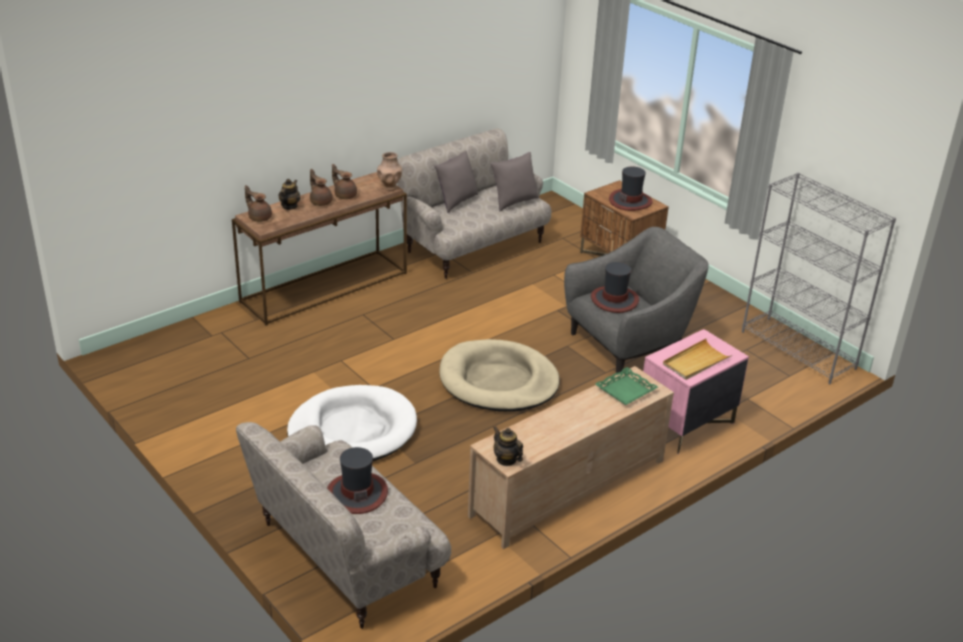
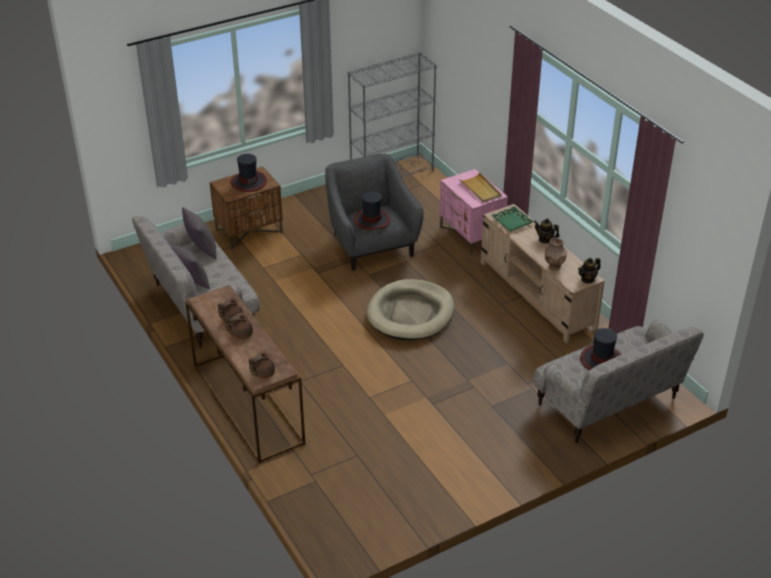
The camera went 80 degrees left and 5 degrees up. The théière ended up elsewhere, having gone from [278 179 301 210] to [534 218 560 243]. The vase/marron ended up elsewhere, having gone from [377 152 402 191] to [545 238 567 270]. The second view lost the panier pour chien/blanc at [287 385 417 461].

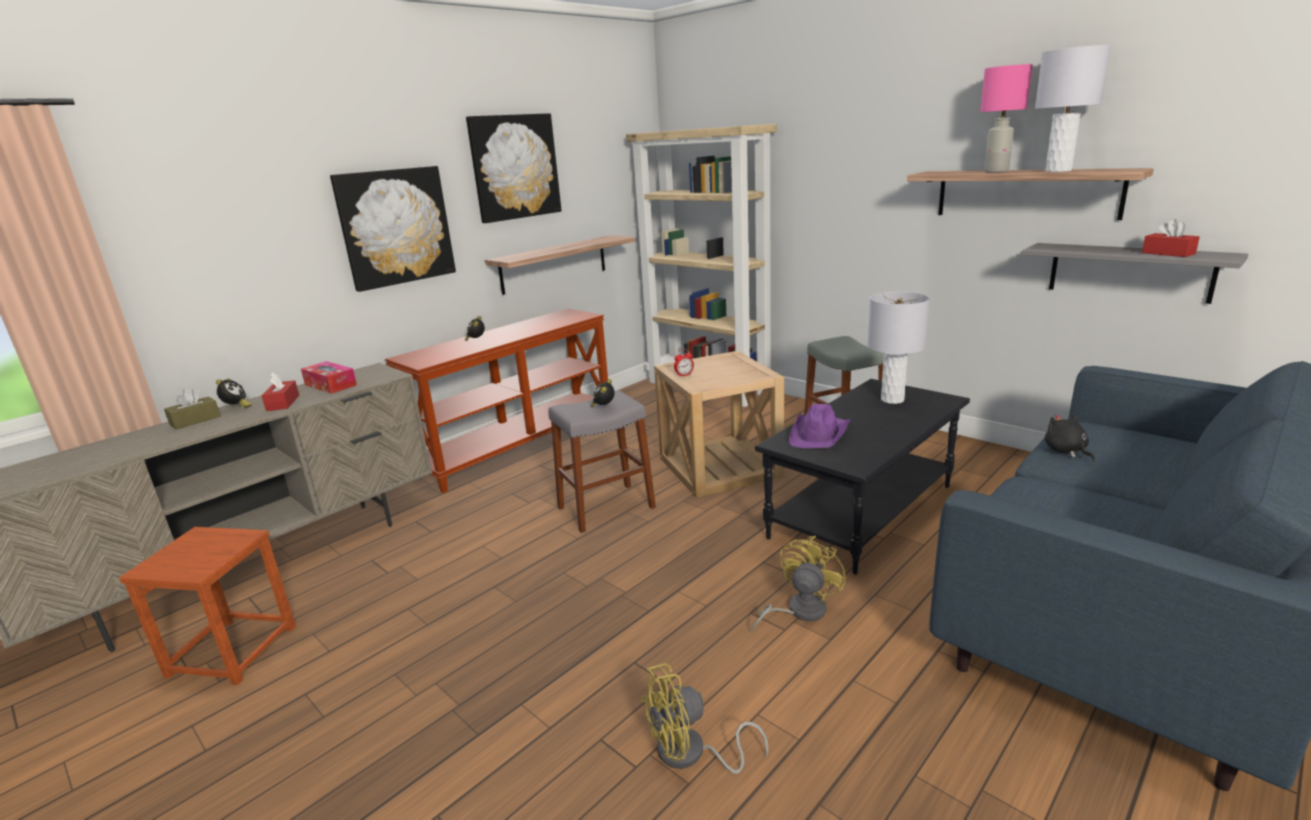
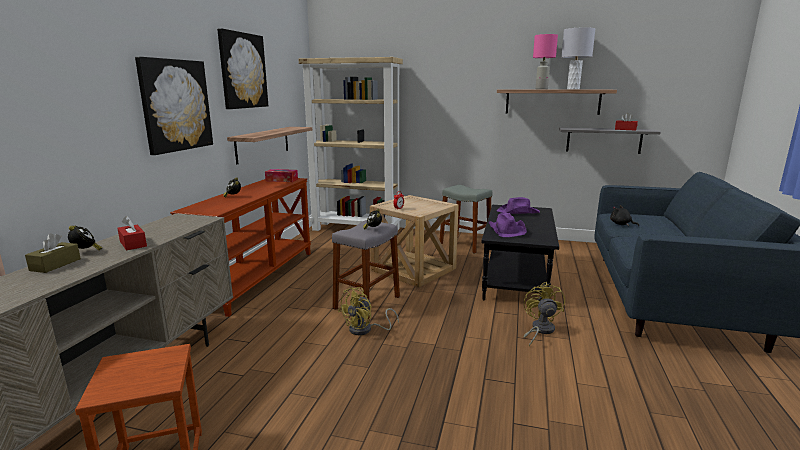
The camera went 30 degrees left and 5 degrees down. The boîte à mouchoirs ended up elsewhere, having gone from [301 361 357 394] to [265 169 298 182]. The ventilateur/jaune ended up elsewhere, having gone from [640 663 768 774] to [338 287 399 335]. Where the lampe de table/gris stood at [868 292 930 404], the chapeau/violet came to stand at [497 197 540 214].

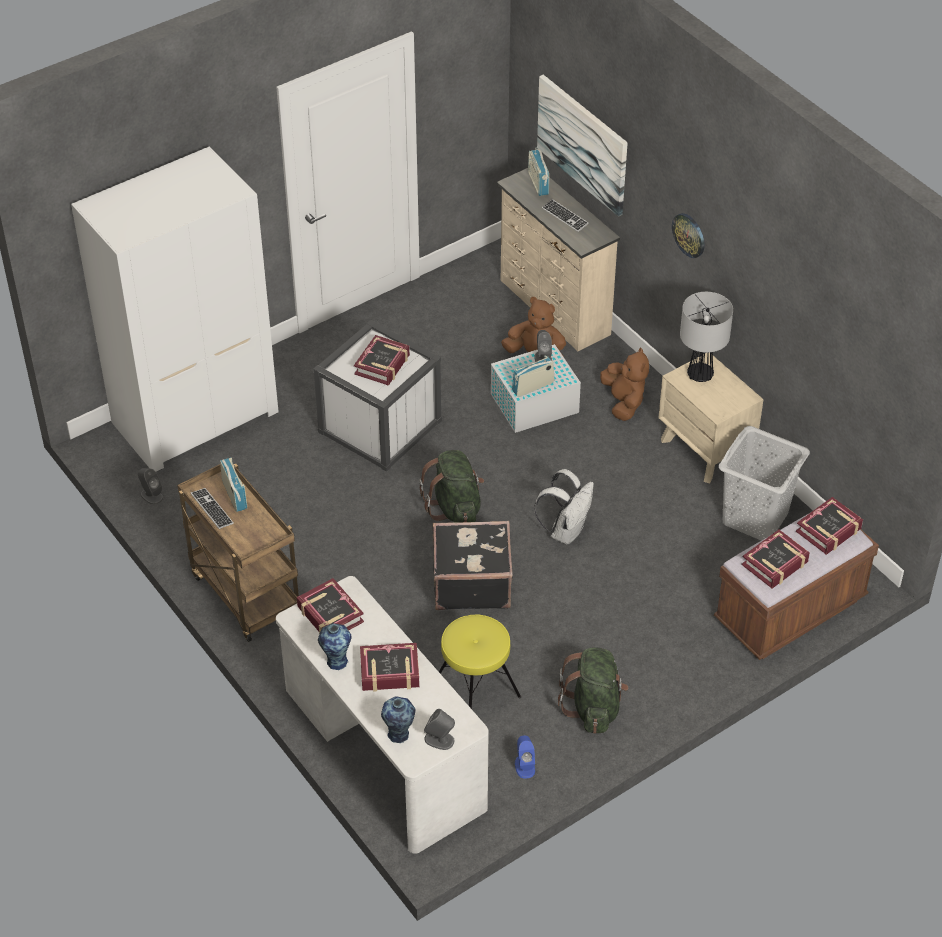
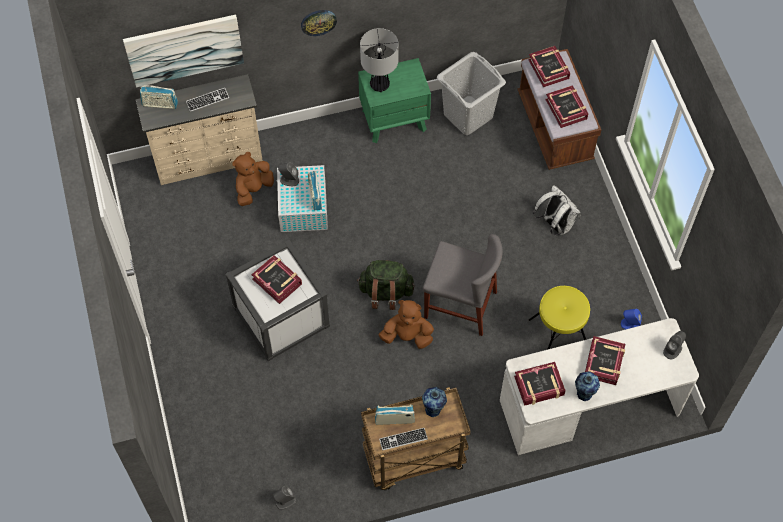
The camera went 70 degrees left and 15 degrees up. What was the table de chevet/beige at [658 352 764 483] turned into the table de chevet/vert at [358 58 431 143]. The peluche/marron ended up elsewhere, having gone from [600 347 649 421] to [378 300 434 349]. The vase ended up elsewhere, having gone from [381 696 416 743] to [422 387 447 417]. Where the valise/noir stood at [432 521 513 610], the chaise/gris came to stand at [423 234 503 336]. The sac à dos/blanc ended up elsewhere, having gone from [534 469 594 545] to [533 185 581 235]. The second view lost the armoire/blanc at [71 147 279 472]. The second view lost the sac à dos/vert at [558 647 628 734].

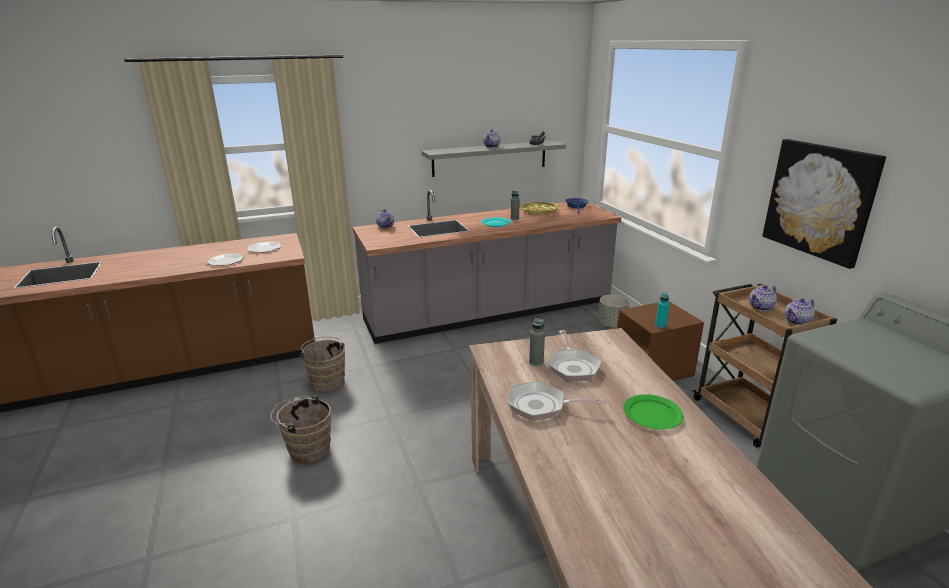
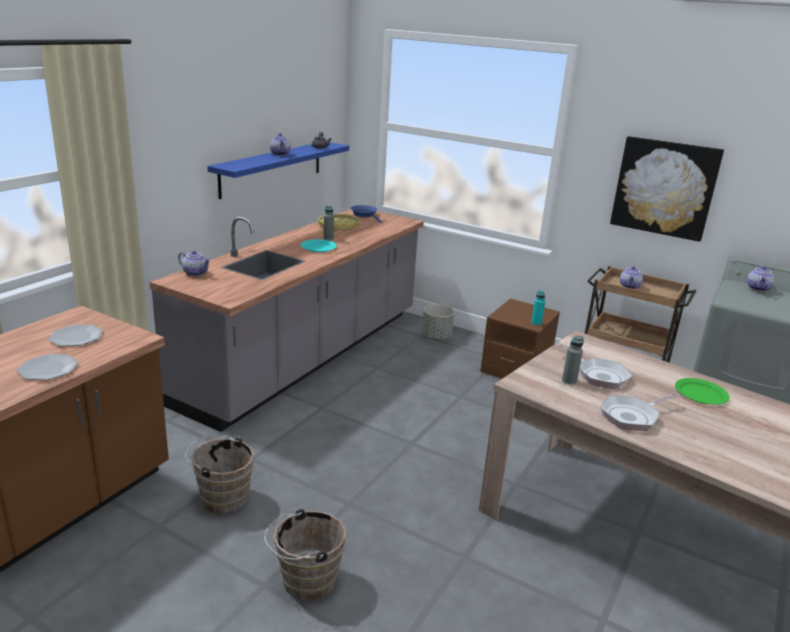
The camera went 40 degrees left and 0 degrees up. What was the étagère/gris at [421 141 566 177] turned into the étagère/bleu at [207 142 349 199]. The théière ended up elsewhere, having gone from [785 298 815 325] to [747 266 775 292].

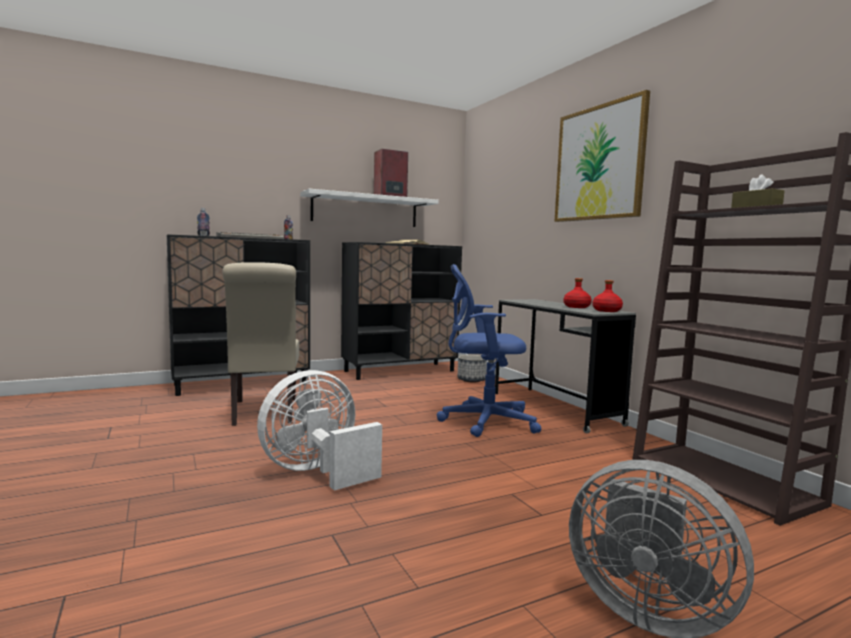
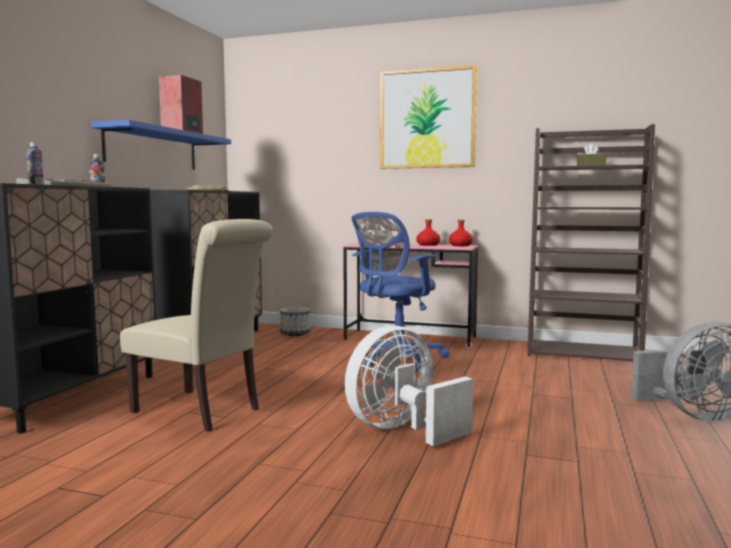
The camera went 45 degrees left and 0 degrees up. What was the étagère/blanc at [300 189 439 227] turned into the étagère/bleu at [91 120 231 170]. What was the bureau/gris at [495 299 636 433] turned into the bureau/rose at [343 243 478 349]. The ventilateur/blanc at [257 370 382 490] ended up facing another way, 45 degrees clockwise from before.

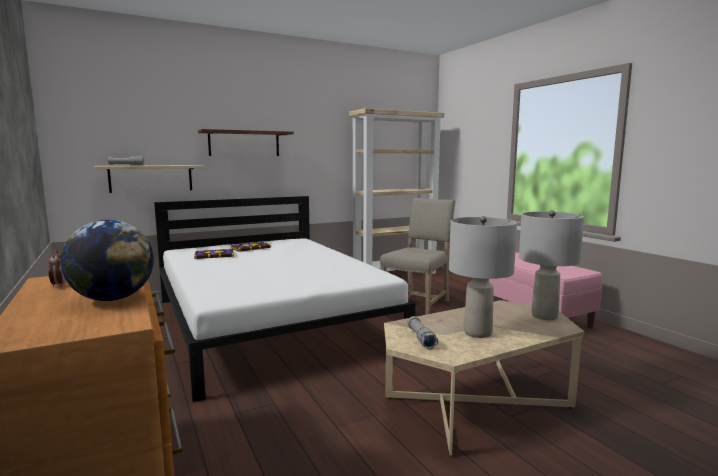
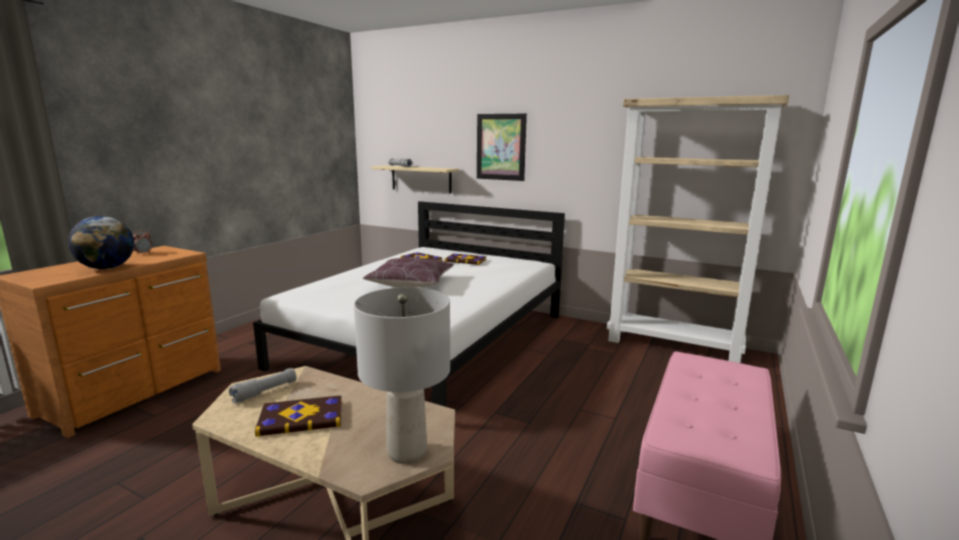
The camera went 55 degrees right and 5 degrees up. Where the lampe de table/gris stood at [449 216 517 338], the livre came to stand at [255 395 342 437]. The second view gained the coussin/marron at [363 258 454 288]. Where the étagère/marron hung at [198 129 294 156], the tableau came to hang at [477 114 527 181]. The second view lost the chaise/beige at [380 198 456 315].

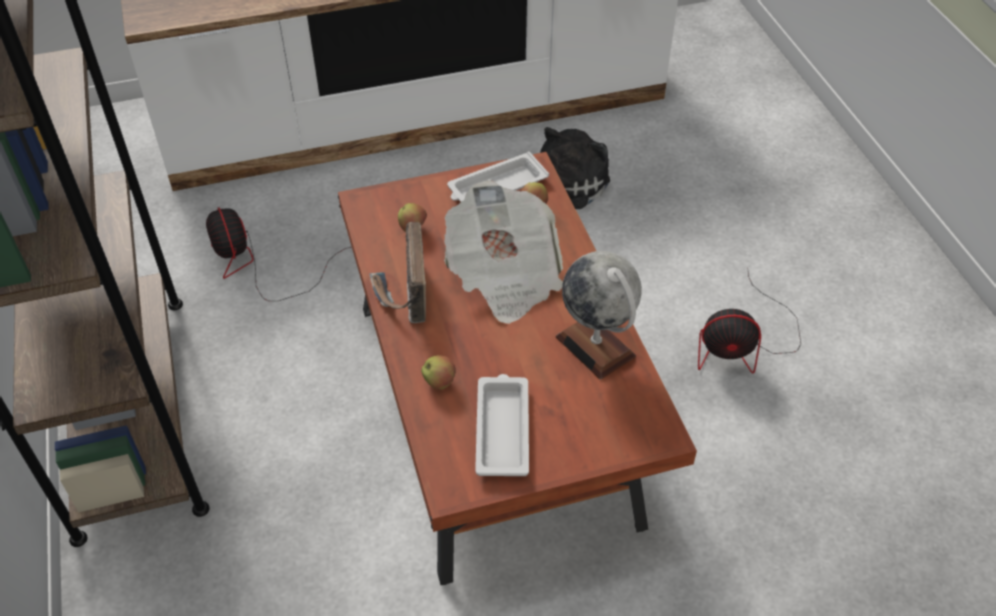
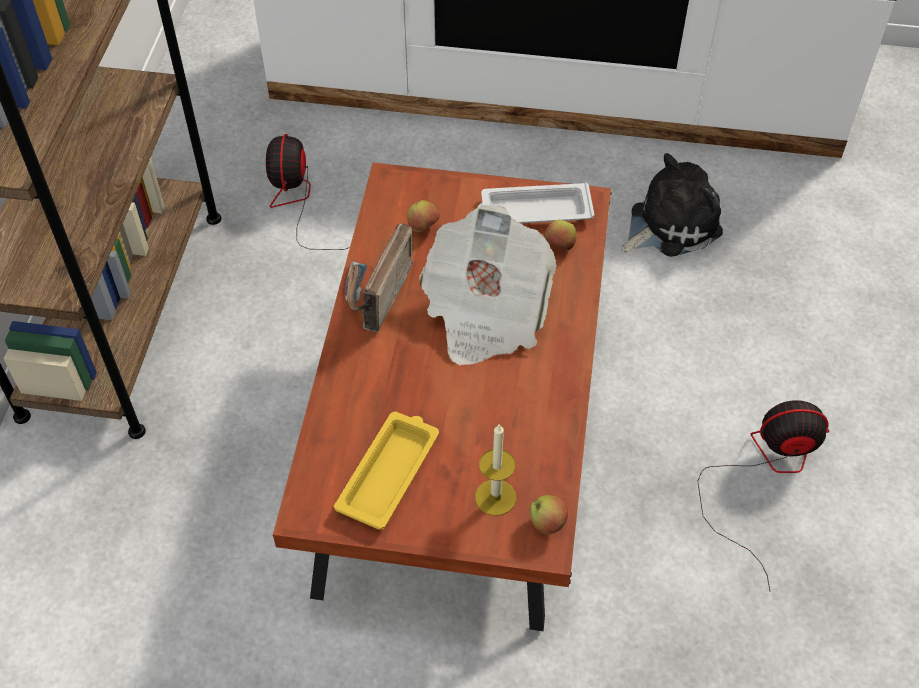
The camera went 25 degrees right and 5 degrees up. What was the plateau/blanc at [475 374 529 476] turned into the plateau/jaune at [334 412 439 530]. The second view gained the bougie at [475 425 516 516]. The pomme ended up elsewhere, having gone from [421 355 456 389] to [530 495 568 534]. The ventilateur at [698 268 801 373] ended up facing another way, 150 degrees clockwise from before. The second view lost the globe at [556 251 642 380].

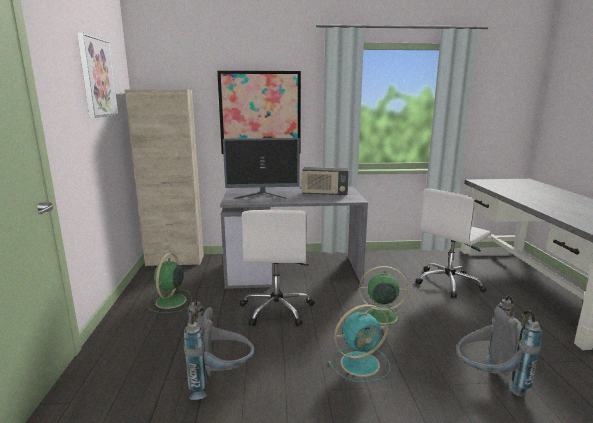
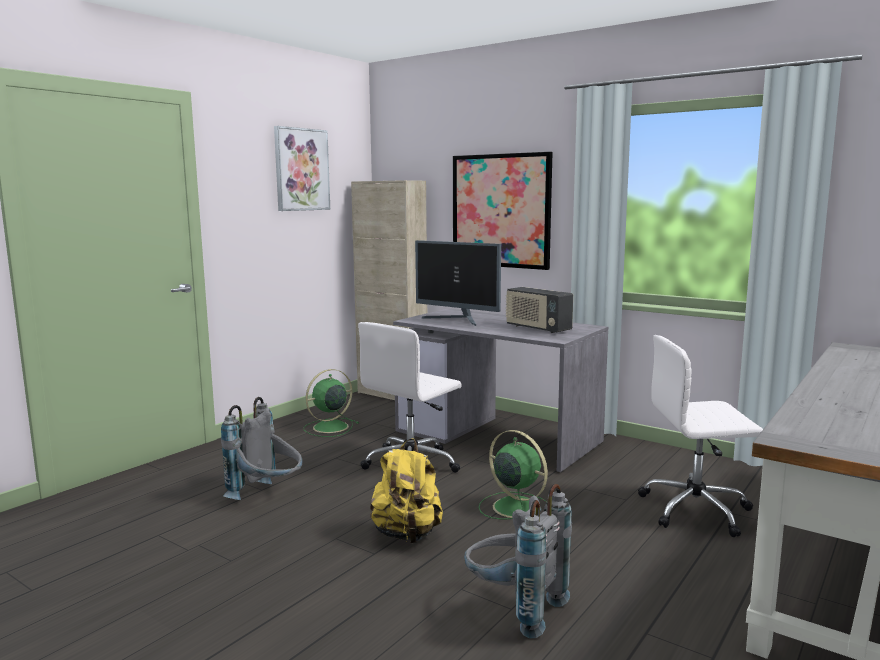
The camera went 40 degrees right and 5 degrees down. Where the ventilateur/turquoise stood at [328 304 390 382], the sac à dos/jaune came to stand at [370 438 443 543].

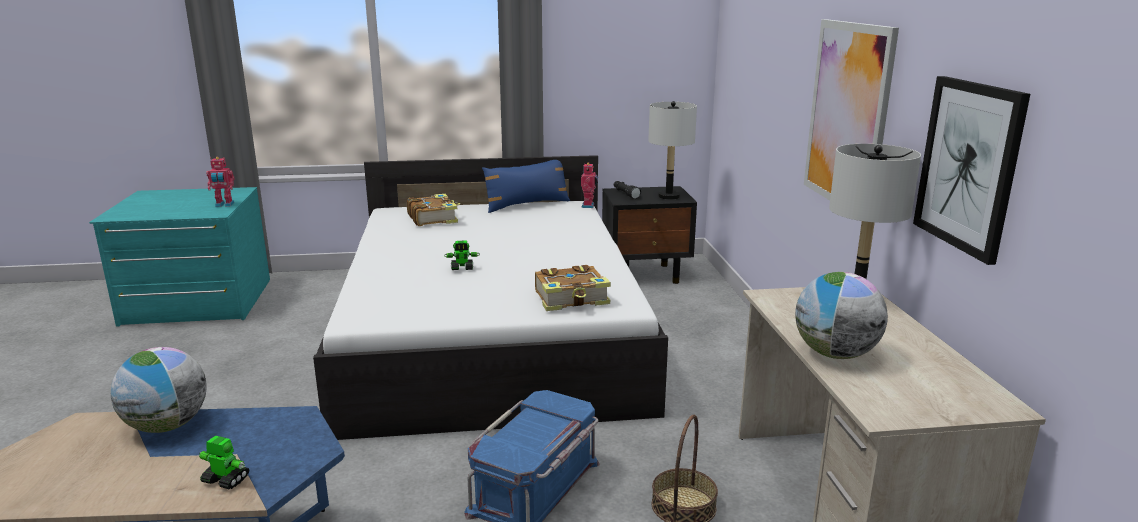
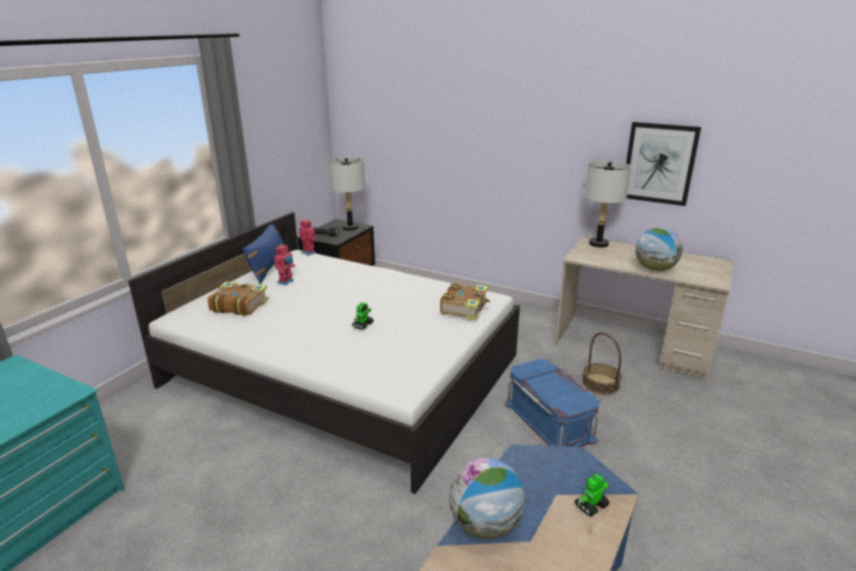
The camera went 55 degrees left and 5 degrees up. The robot jouet ended up elsewhere, having gone from [206 157 235 207] to [274 245 295 285]. The second view lost the tableau at [804 19 899 200].

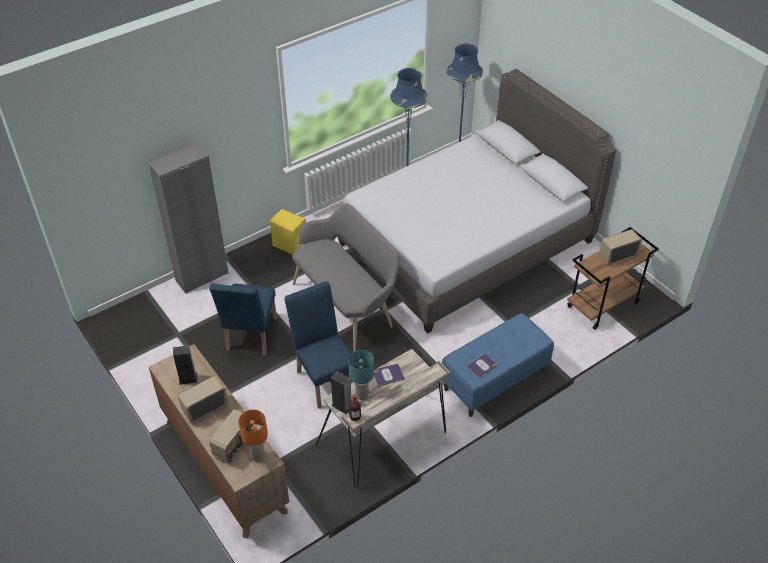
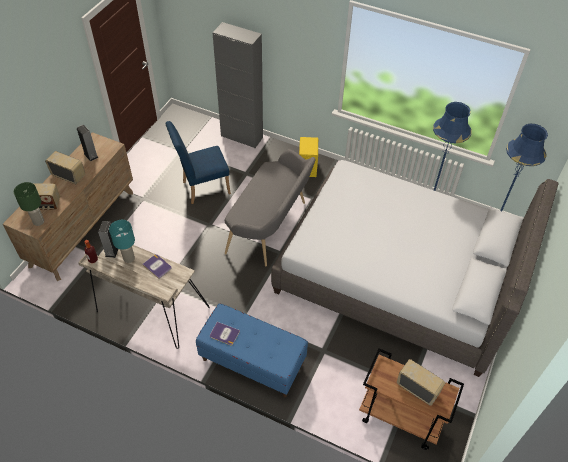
The camera went 60 degrees right and 5 degrees up. What was the lampe de table/orange at [238 410 268 461] turned into the lampe de table/vert at [14 182 44 226]. The second view lost the chaise/bleu at [285 281 357 409].

